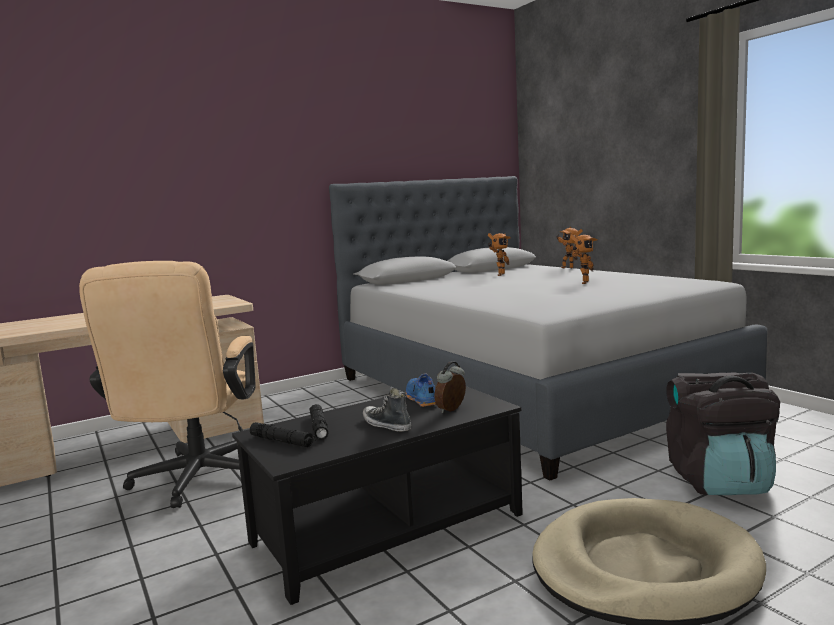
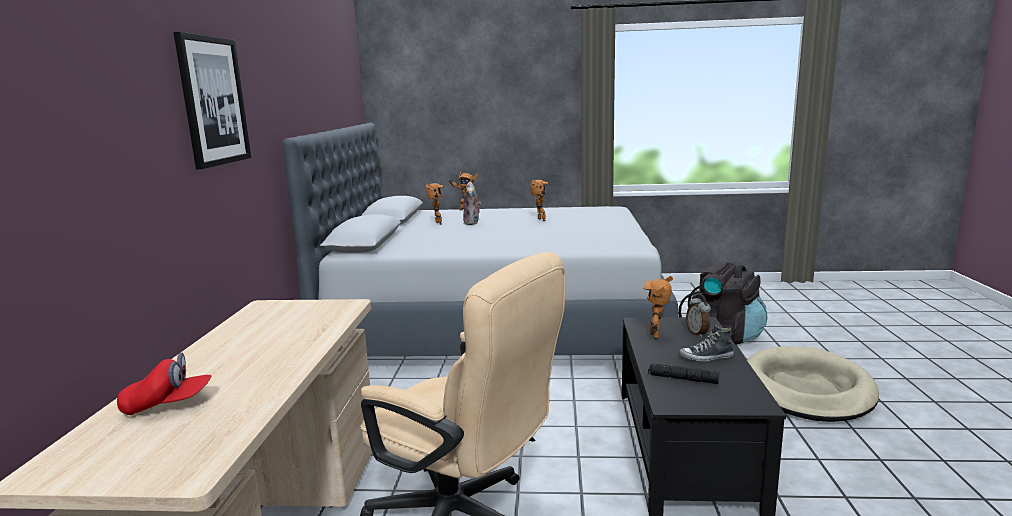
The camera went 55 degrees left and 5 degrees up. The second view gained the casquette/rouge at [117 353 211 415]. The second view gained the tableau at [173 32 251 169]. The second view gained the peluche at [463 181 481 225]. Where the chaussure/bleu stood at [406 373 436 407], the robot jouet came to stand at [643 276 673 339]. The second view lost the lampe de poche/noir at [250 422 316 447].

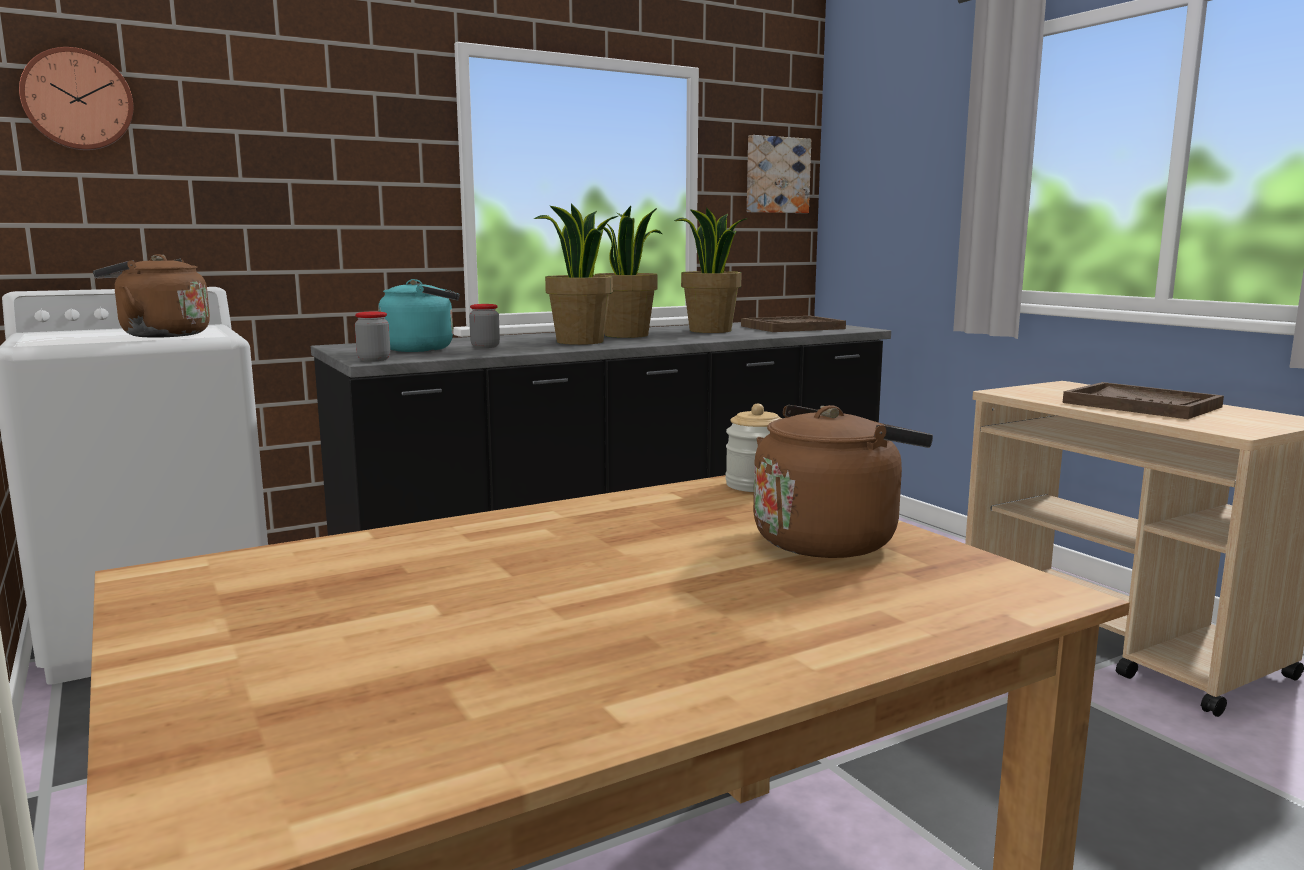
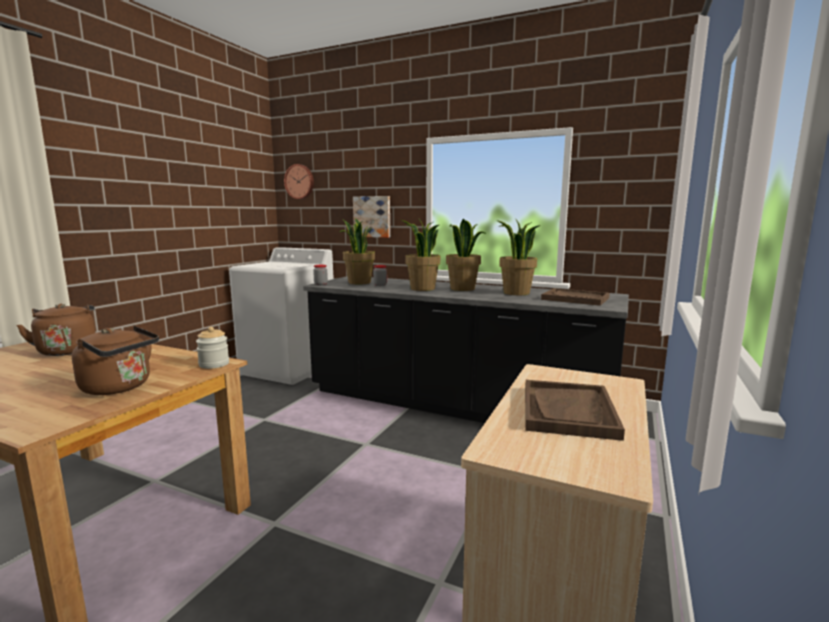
The camera went 55 degrees right and 0 degrees up. The bouilloire/marron ended up elsewhere, having gone from [93 254 210 338] to [16 304 96 356]. Where the bouilloire/turquoise stood at [378 279 460 352], the plante en pot came to stand at [340 218 375 285]. The tableau ended up elsewhere, having gone from [747 135 811 213] to [353 196 390 238].

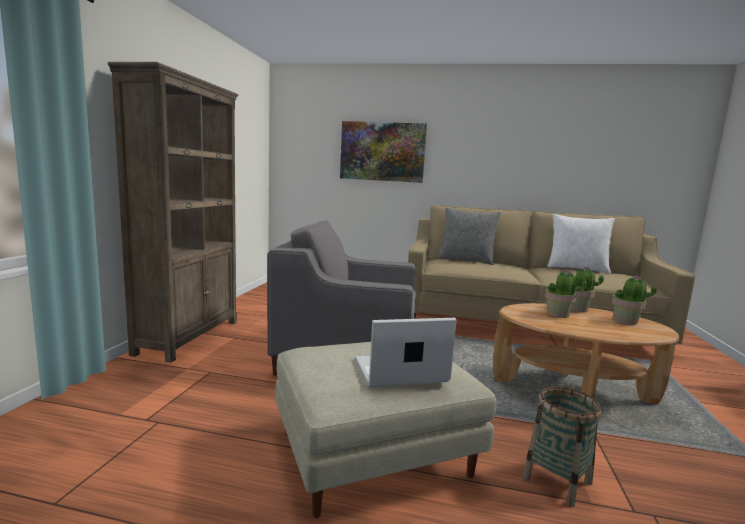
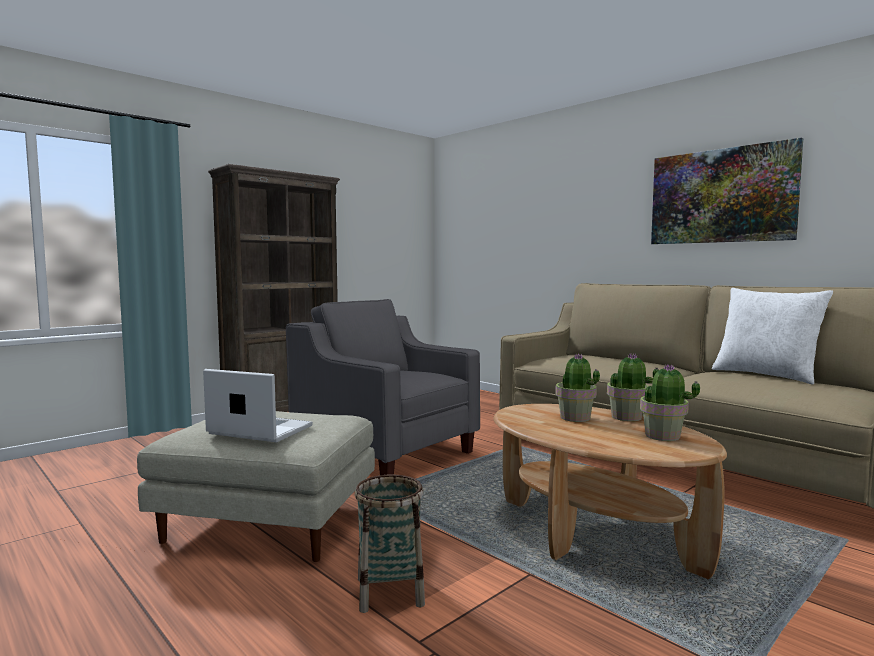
The camera went 35 degrees right and 5 degrees down. The tableau ended up elsewhere, having gone from [340 121 427 183] to [651 138 803 244]. The second view lost the coussin/gris at [437 208 501 265].

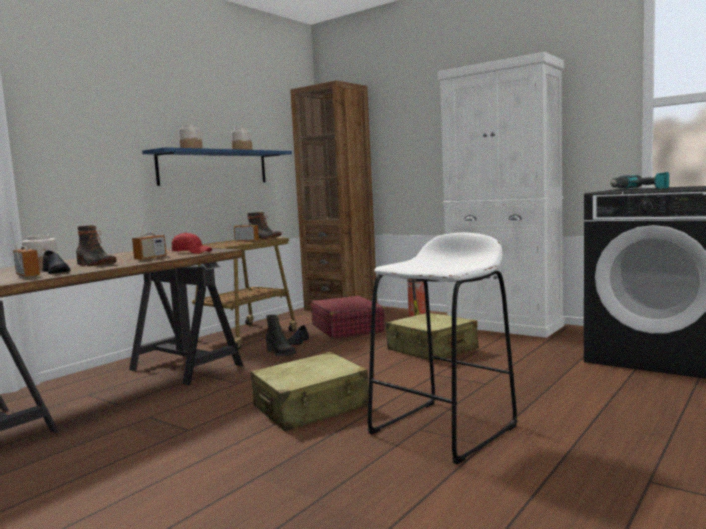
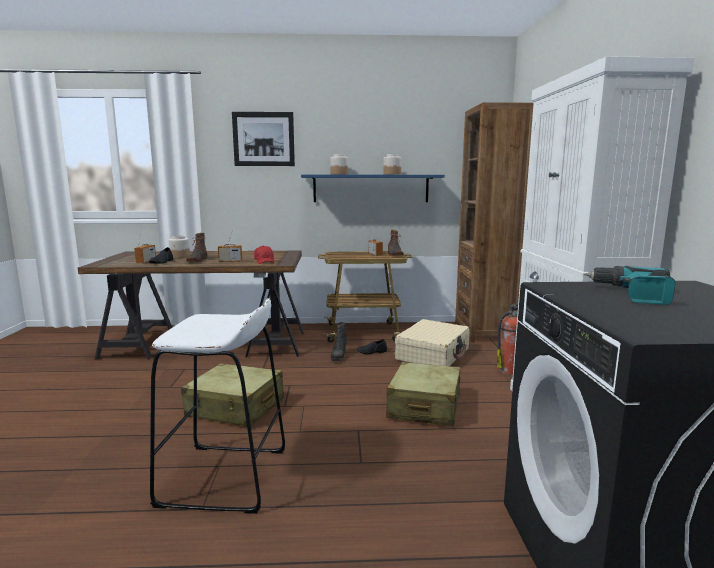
The camera went 50 degrees right and 5 degrees up. The second view gained the tableau at [232 112 295 166]. What was the valise/rouge at [311 296 385 339] turned into the valise/beige at [395 319 470 366].

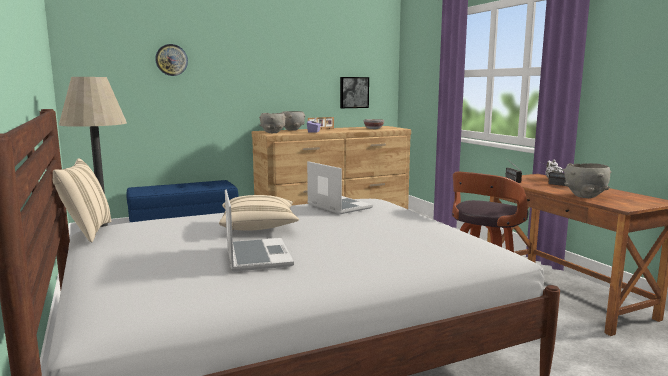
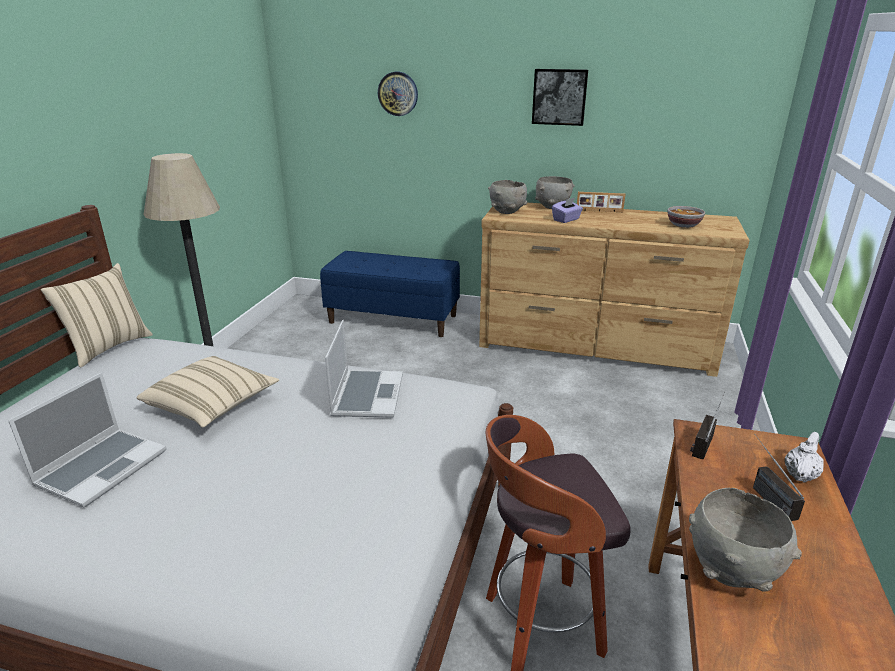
The camera went 40 degrees right and 15 degrees up. The tableau ended up elsewhere, having gone from [340 77 369 108] to [532 69 588 126].

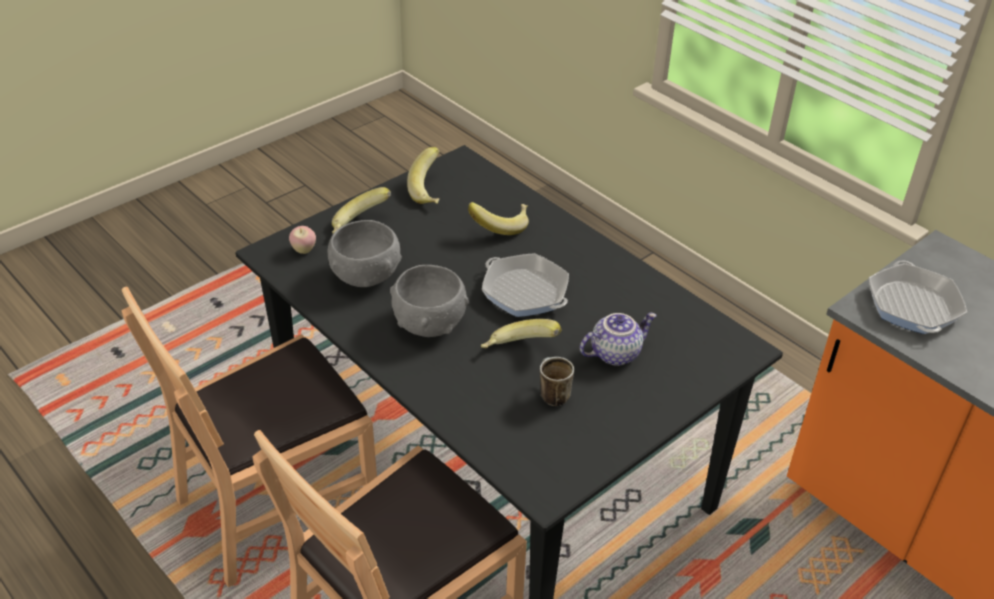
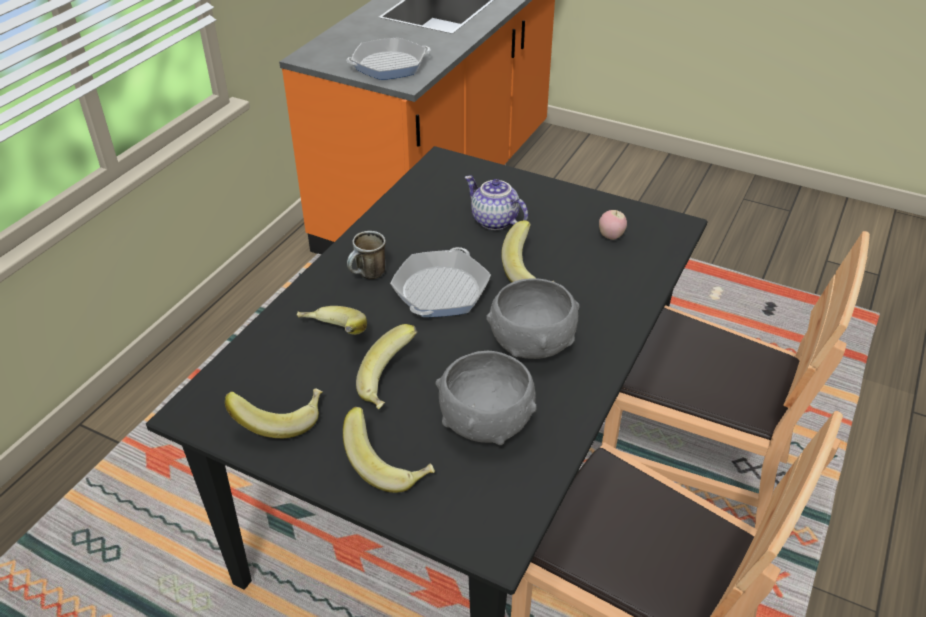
The camera went 110 degrees left and 0 degrees up. The mug ended up elsewhere, having gone from [540 357 574 406] to [347 231 386 279]. The second view gained the banane at [356 324 417 409]. The pomme ended up elsewhere, having gone from [289 226 316 254] to [599 210 627 240].

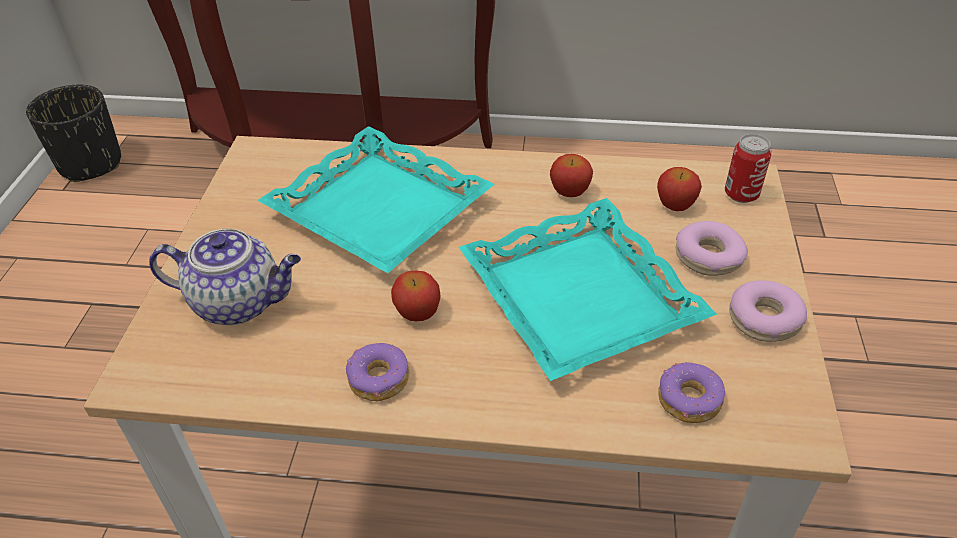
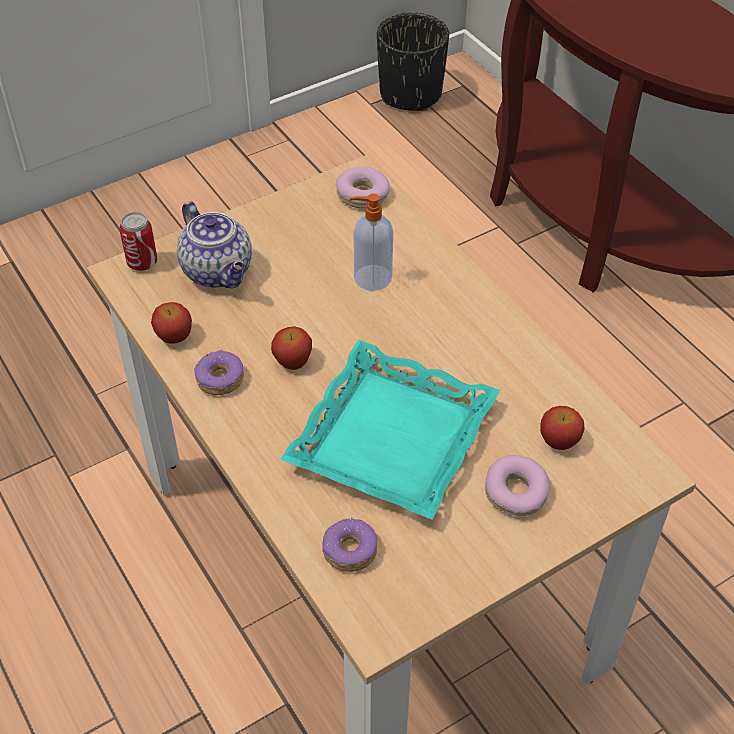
The camera went 50 degrees right and 5 degrees up. The boîte métallique ended up elsewhere, having gone from [725 134 771 203] to [120 212 157 271]. The pomme ended up elsewhere, having gone from [550 154 593 197] to [151 302 192 344]. The beignet ended up elsewhere, having gone from [729 280 807 342] to [336 167 390 209]. Where the plateau/turquoise stood at [257 126 494 273], the distributeur de savon came to stand at [349 194 393 291].

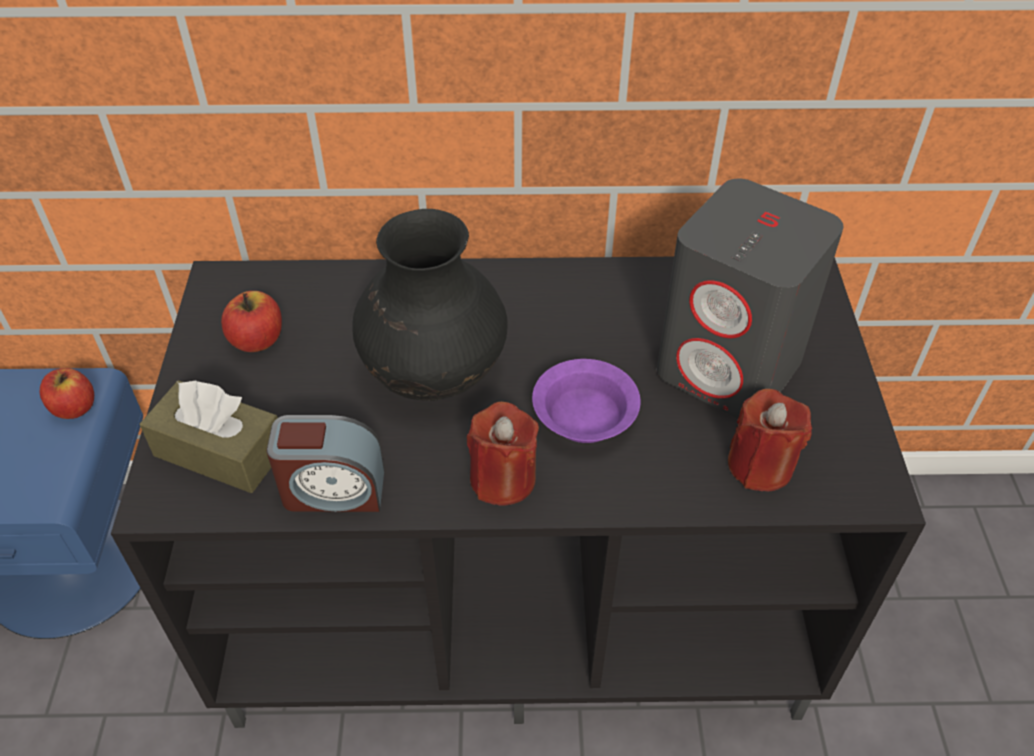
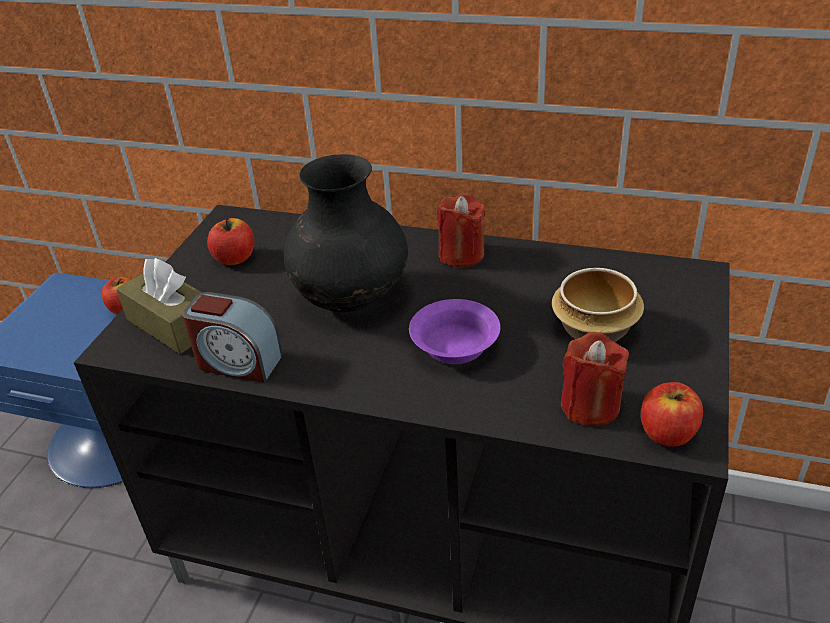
The camera went 20 degrees right and 10 degrees down. The bougie/rouge ended up elsewhere, having gone from [467 402 539 506] to [437 193 485 267]. Where the enceinte/gris stood at [657 179 844 419], the bol came to stand at [552 268 644 342]. The second view gained the pomme at [641 382 703 447].

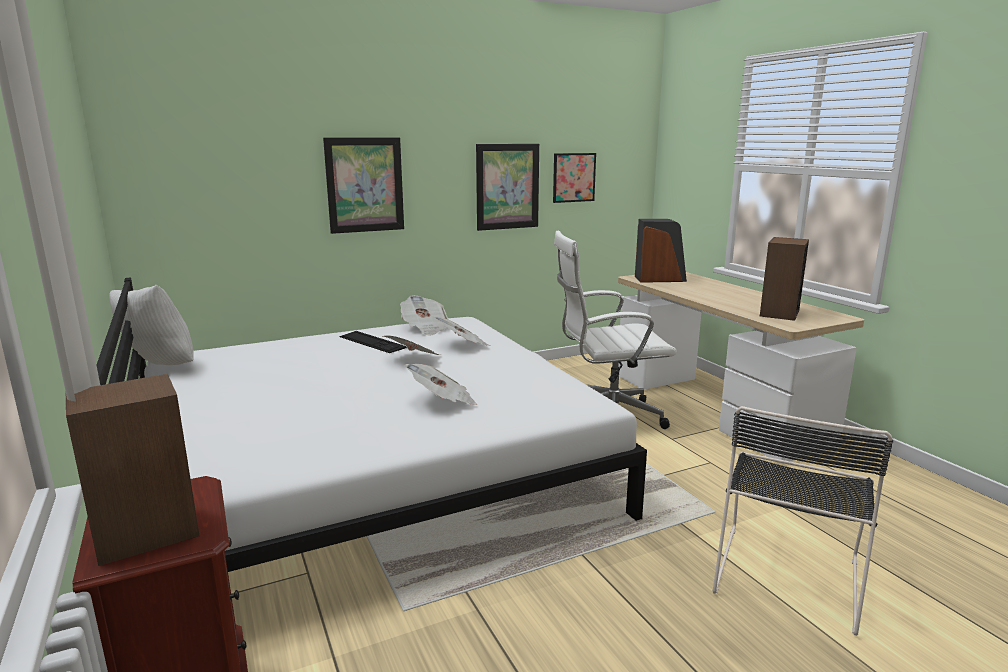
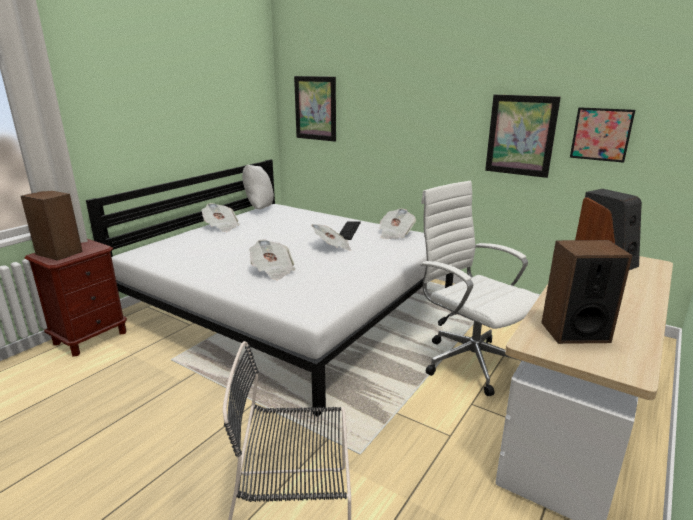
The camera went 60 degrees right and 5 degrees up. The journal ended up elsewhere, having gone from [434 317 490 346] to [201 203 240 232]. The tableau ended up elsewhere, having gone from [323 138 404 234] to [294 76 336 142].

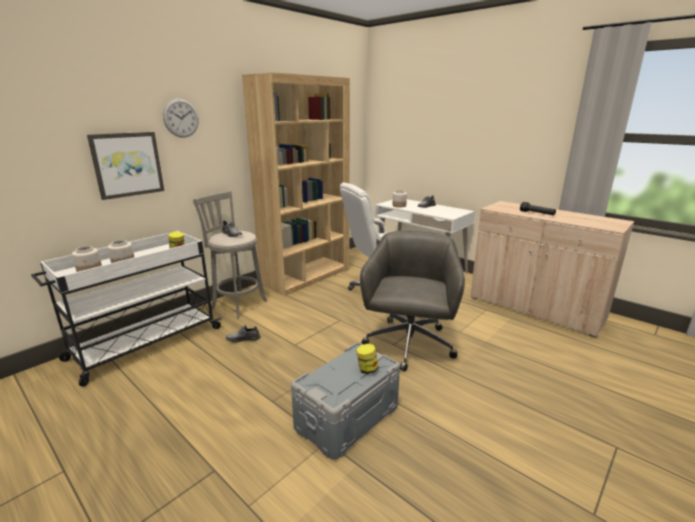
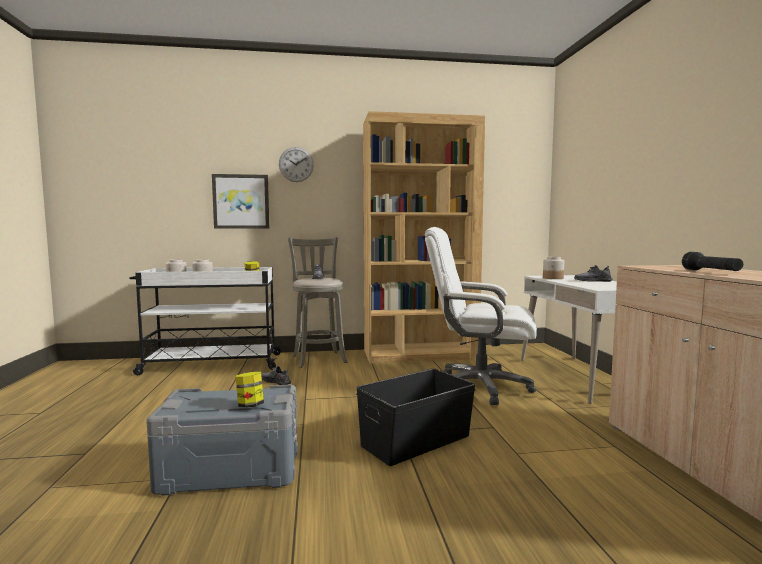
The camera went 40 degrees right and 15 degrees down. Where the chaise de bureau/gris stood at [360 231 465 372], the boîte de rangement/noir came to stand at [356 368 476 466].

